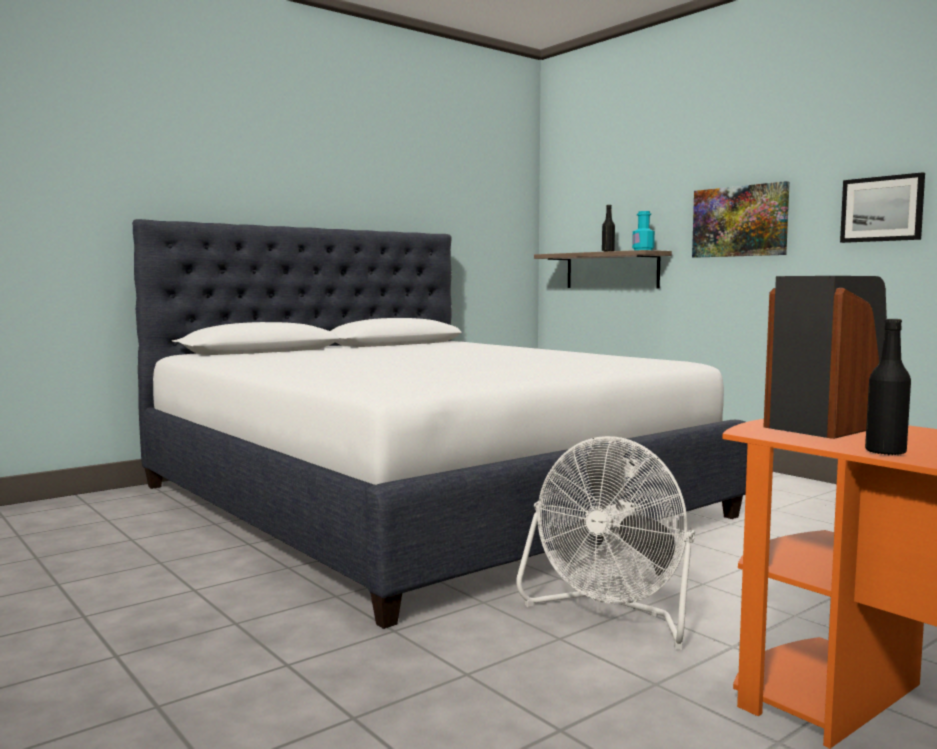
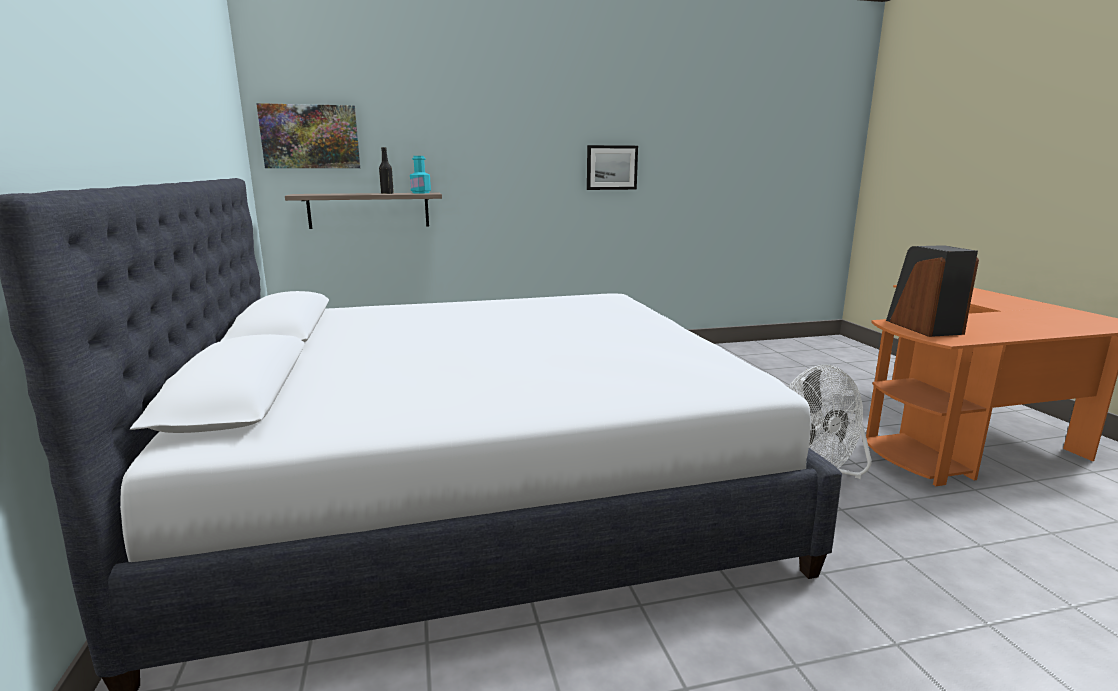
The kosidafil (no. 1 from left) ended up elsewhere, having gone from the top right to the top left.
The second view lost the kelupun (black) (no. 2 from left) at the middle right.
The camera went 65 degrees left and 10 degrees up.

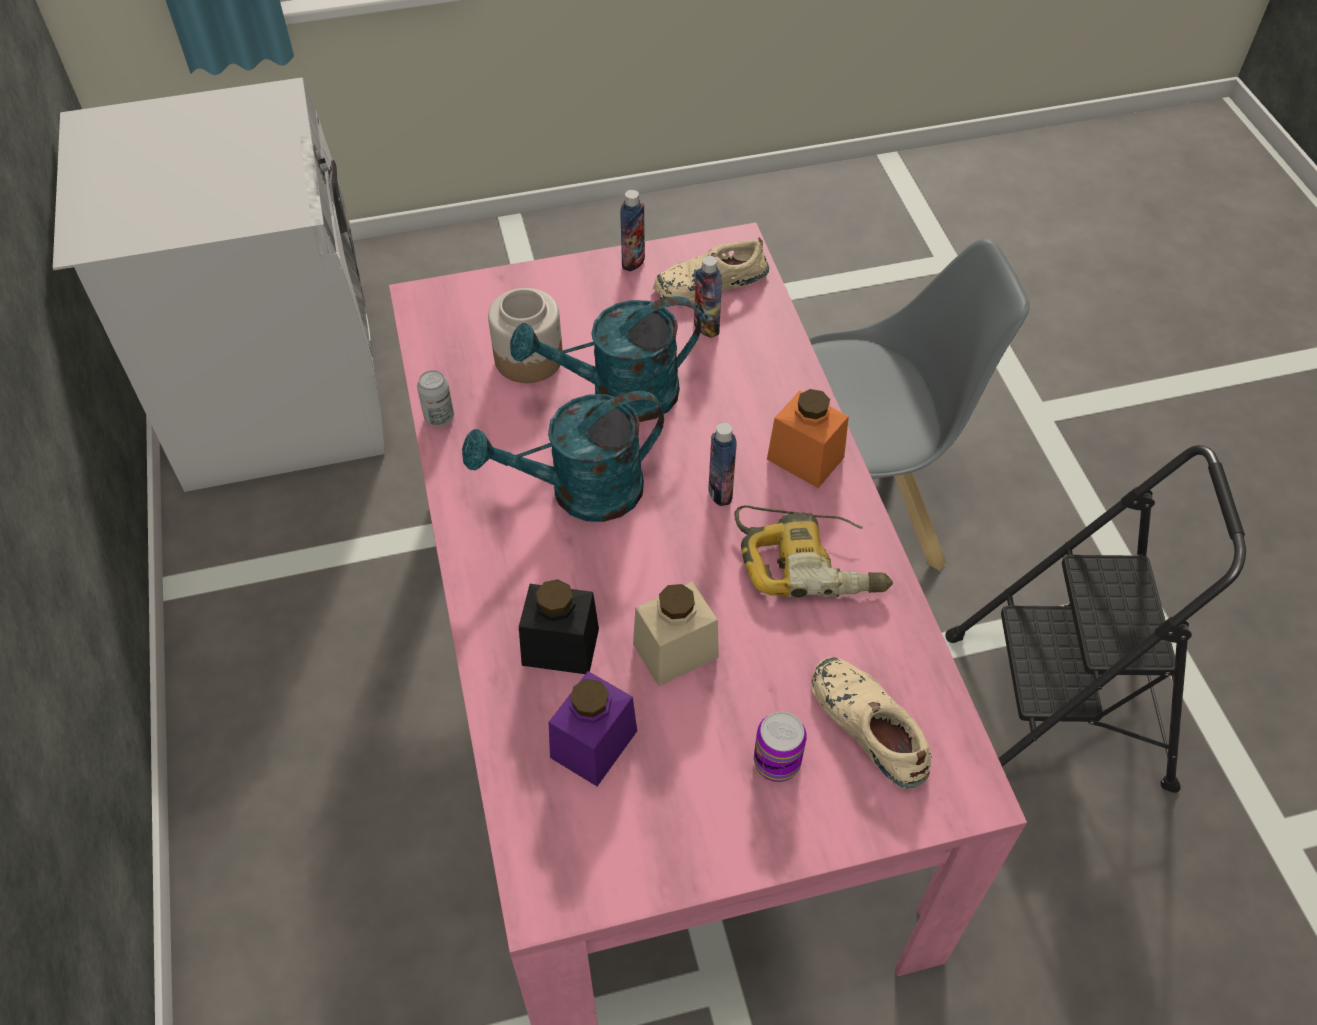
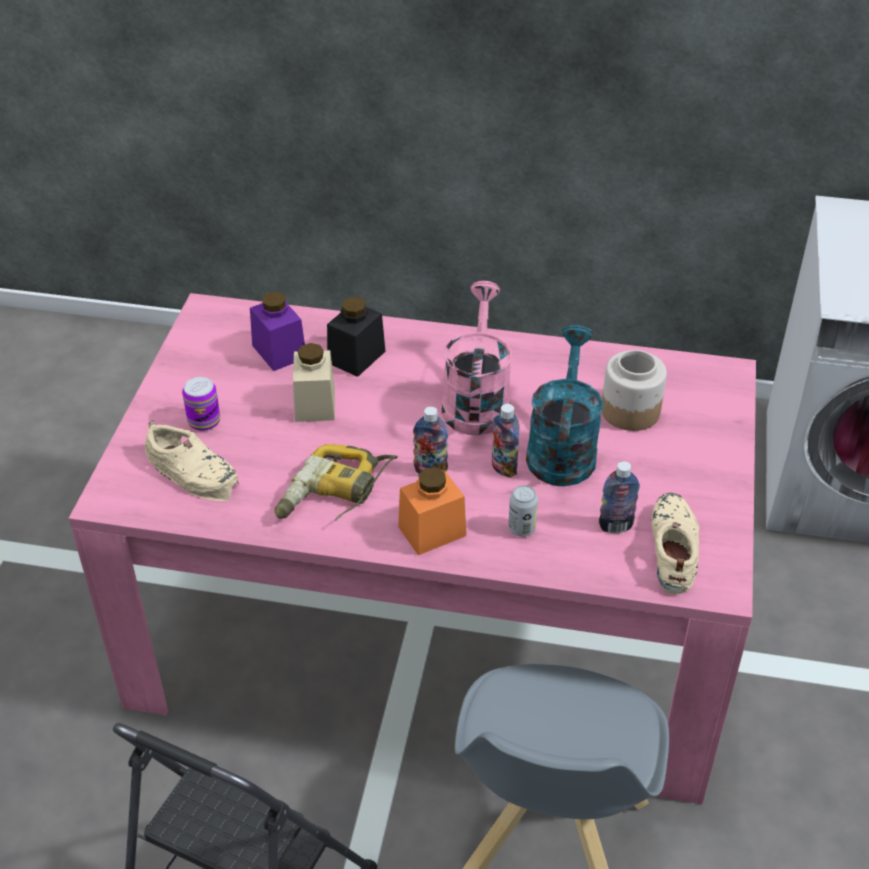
The kelupun (no. 1 from left in the first image) ended up elsewhere, having gone from the top centre to the centre.
The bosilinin (no. 1 from left in the first image) ended up elsewhere, having gone from the middle left to the centre.
What was the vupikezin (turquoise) (no. 1 from left) at the centre turned into the vupikezin (pink) at the centre.
The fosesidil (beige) (no. 2 from left in the first image) at the bottom centre ended up facing another way, 45 degrees clockwise from before.
The camera went 115 degrees right and 10 degrees down.

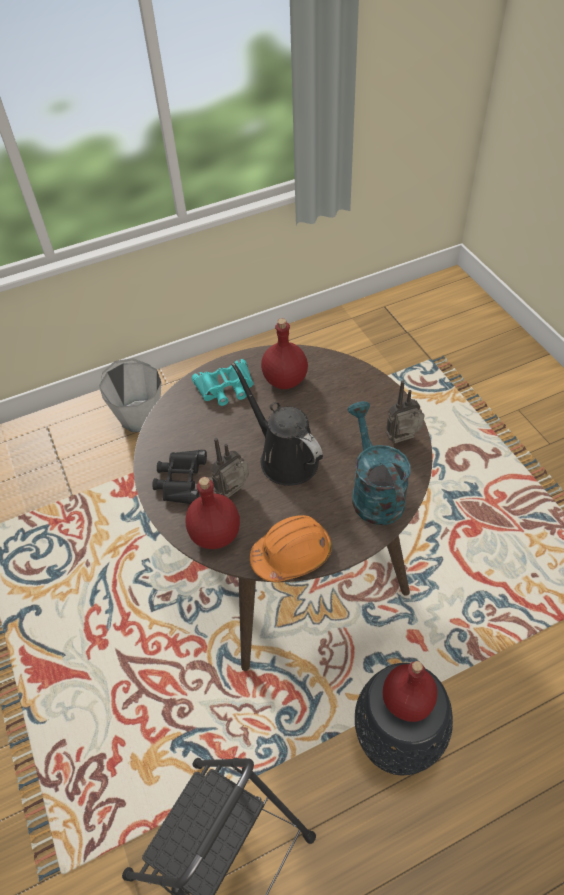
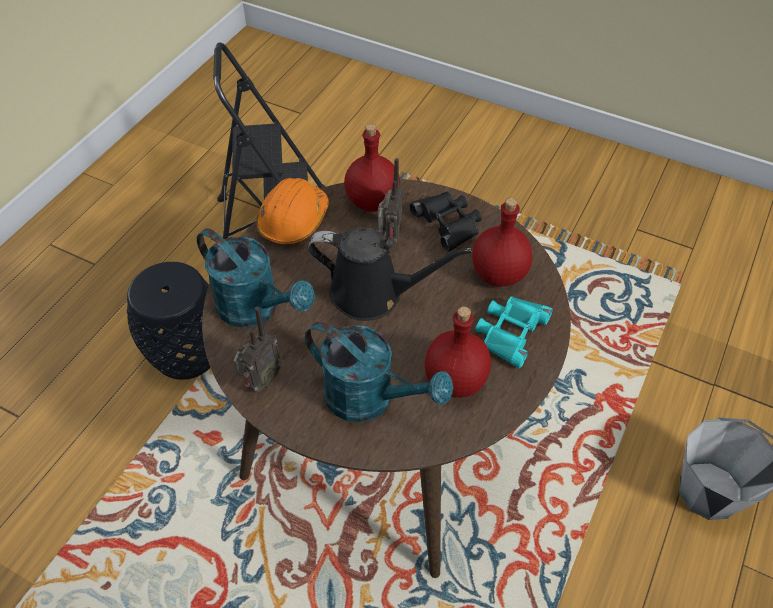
The kelupun (red) (no. 3 from left) ended up elsewhere, having gone from the bottom right to the centre.
The second view gained the vupikezin (turquoise) (no. 2 from left) at the centre.
The camera went 140 degrees right and 0 degrees up.

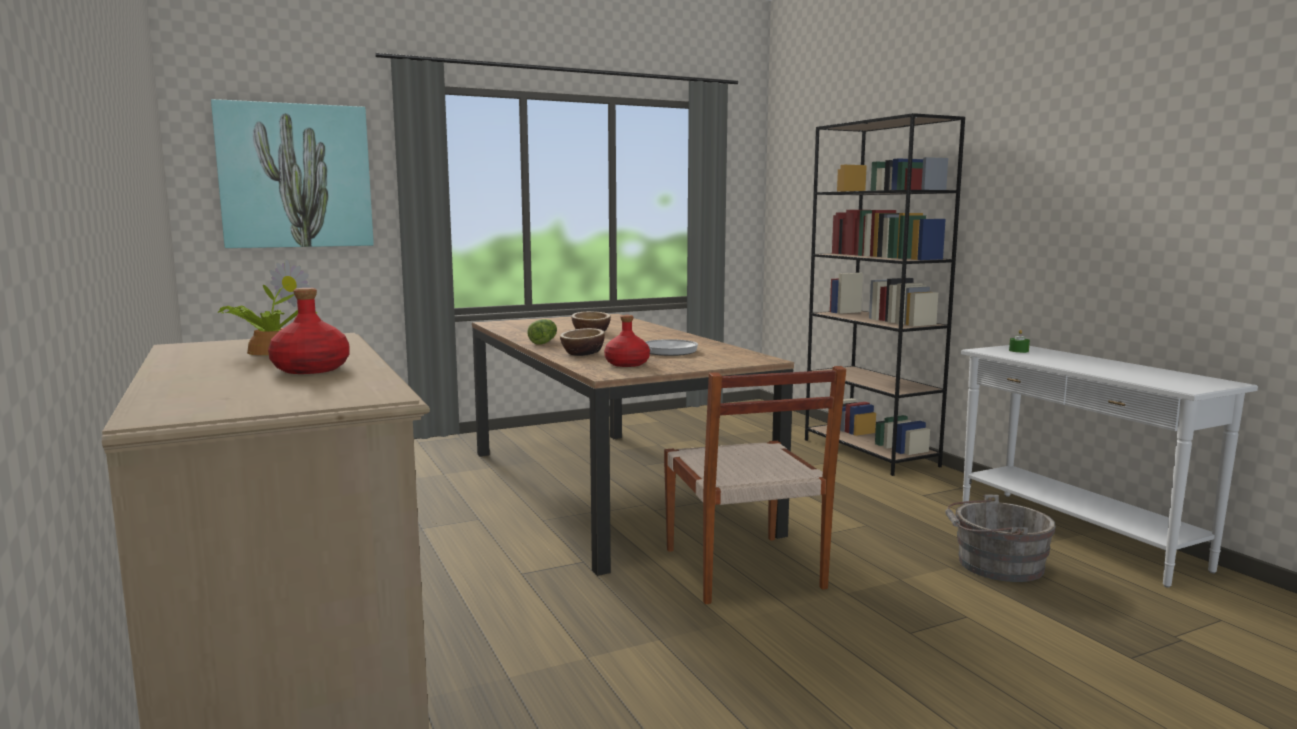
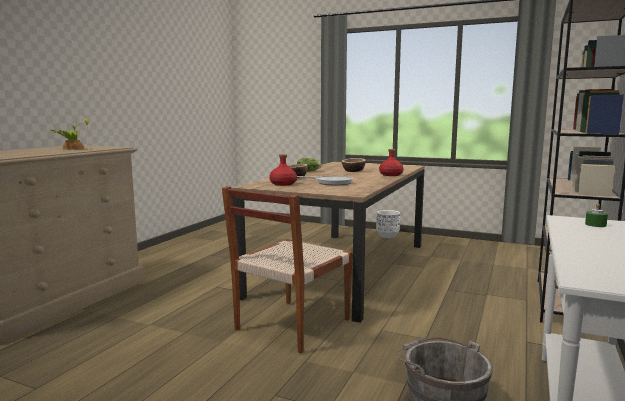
The second view lost the kosidafil at the top left.
The kelupun (red) (no. 1 from left in the first image) ended up elsewhere, having gone from the middle left to the centre.
The second view gained the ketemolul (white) at the centre.
The camera went 50 degrees right and 0 degrees up.

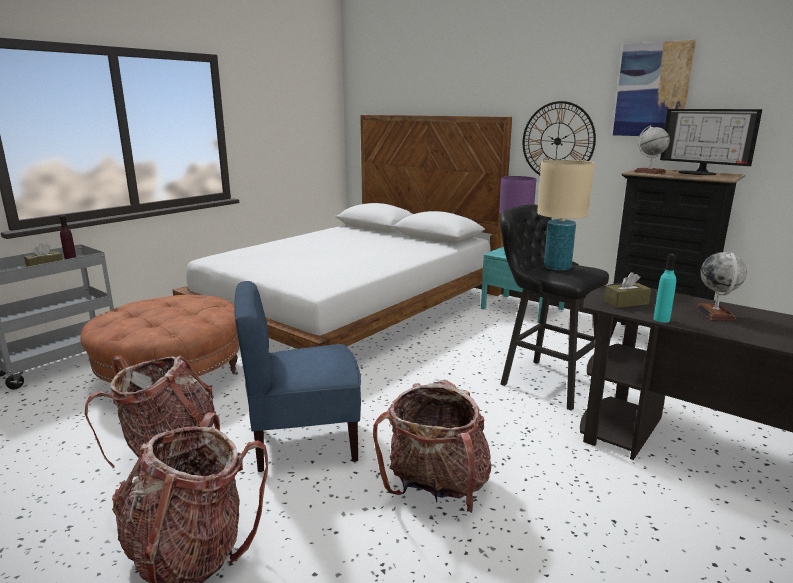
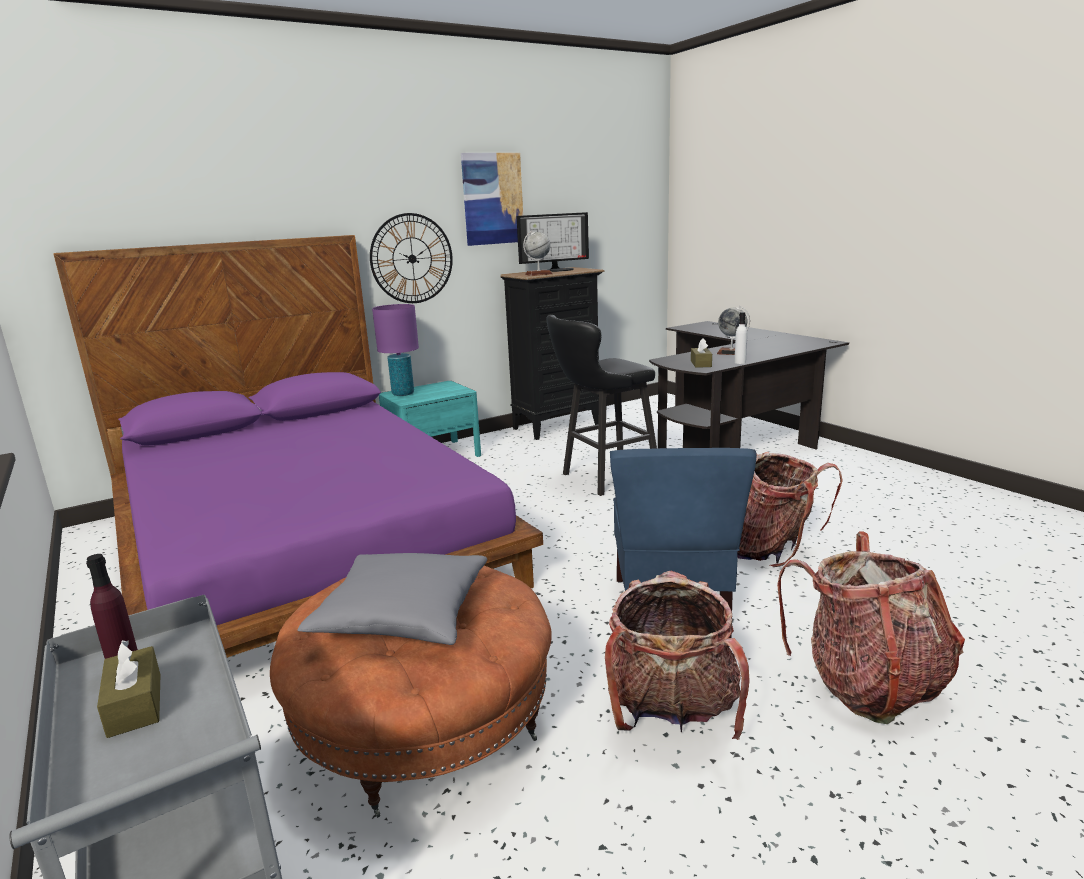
What was the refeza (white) at the centre turned into the refeza (purple) at the middle left.
The second view lost the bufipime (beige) at the middle right.
What was the kelupun (turquoise) at the middle right turned into the kelupun (white) at the middle right.
The second view gained the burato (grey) at the bottom centre.
The camera went 70 degrees left and 0 degrees up.

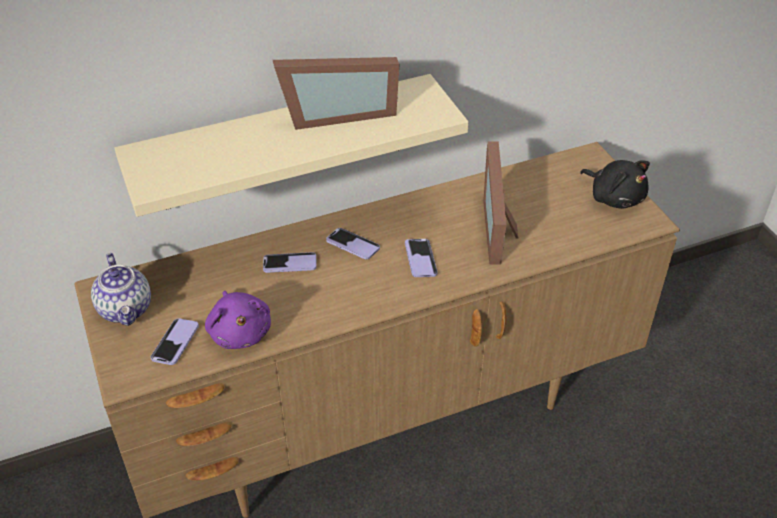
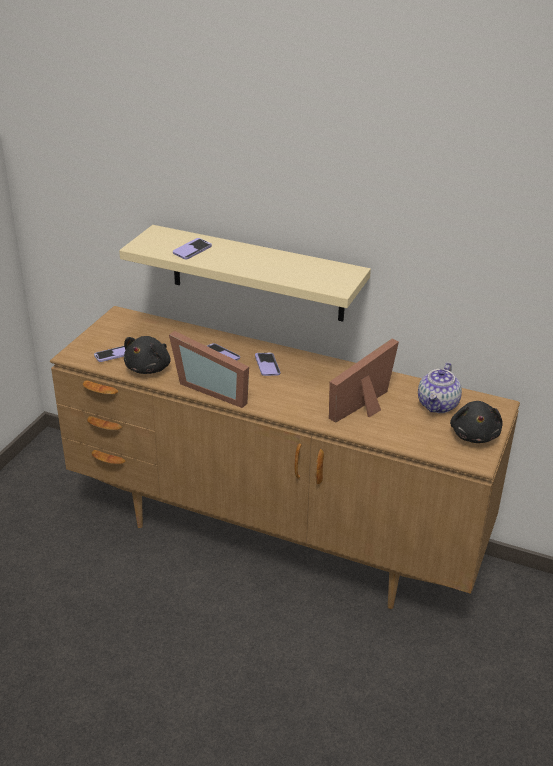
The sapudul (no. 1 from left) ended up elsewhere, having gone from the top centre to the centre.
The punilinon (no. 4 from left in the first image) ended up elsewhere, having gone from the centre to the top centre.
The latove ended up elsewhere, having gone from the middle left to the middle right.
What was the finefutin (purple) at the middle left turned into the finefutin (black) (no. 1 from left) at the middle left.
The camera went 45 degrees right and 10 degrees down.

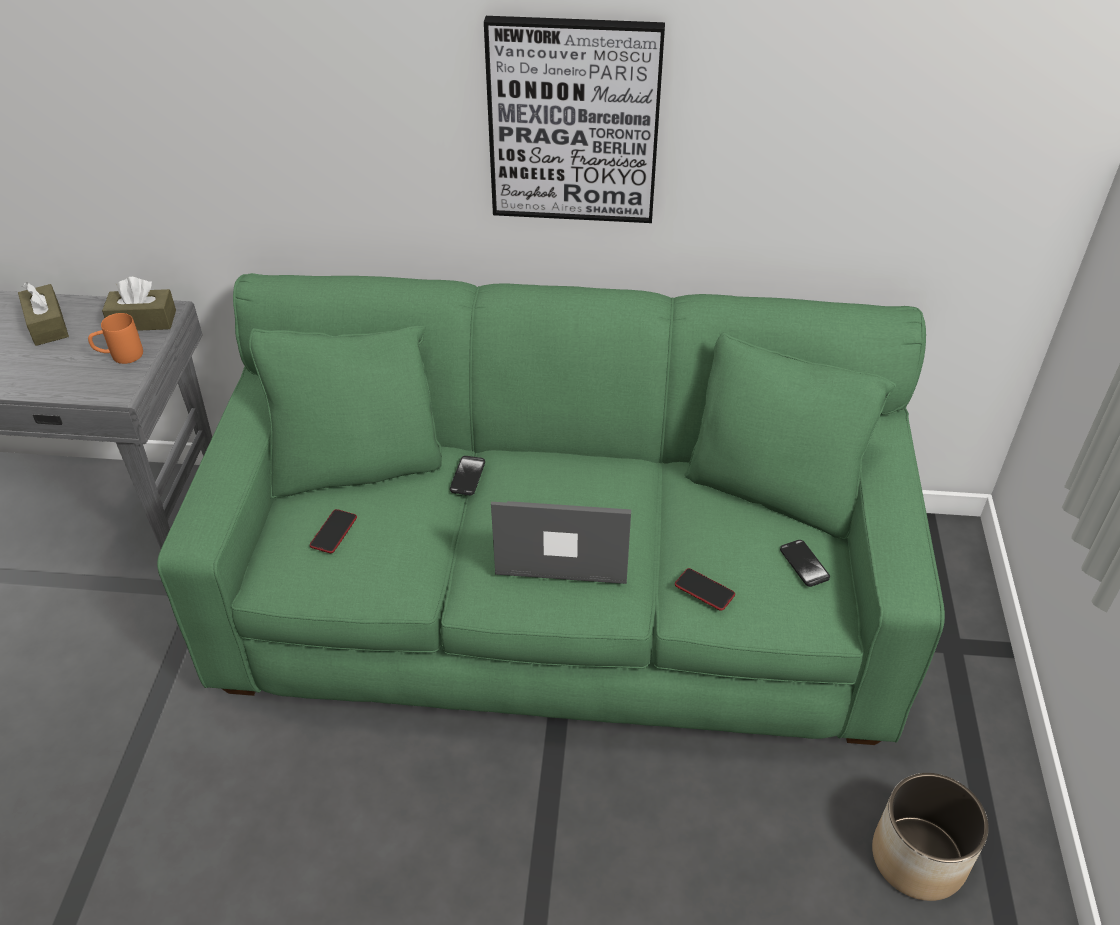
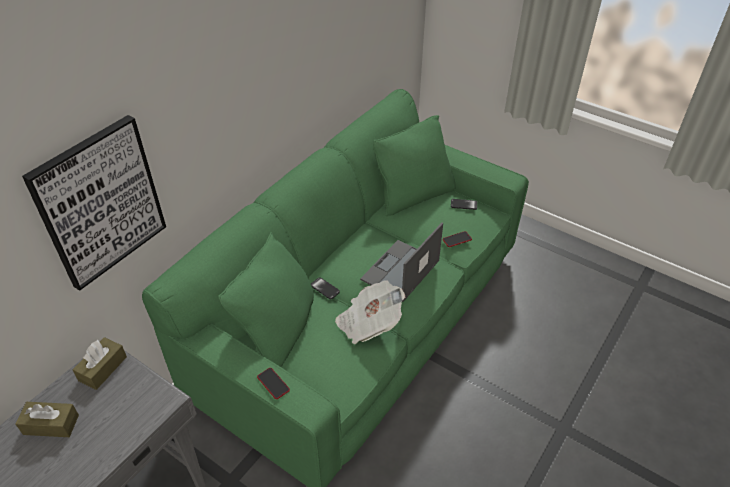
The kosidafil ended up elsewhere, having gone from the top centre to the middle left.
The second view lost the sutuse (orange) at the middle left.
The punilinon (no. 1 from left) ended up elsewhere, having gone from the middle left to the bottom centre.
The second view lost the ketemolul at the bottom right.
The second view gained the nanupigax at the centre.
The camera went 60 degrees left and 0 degrees up.

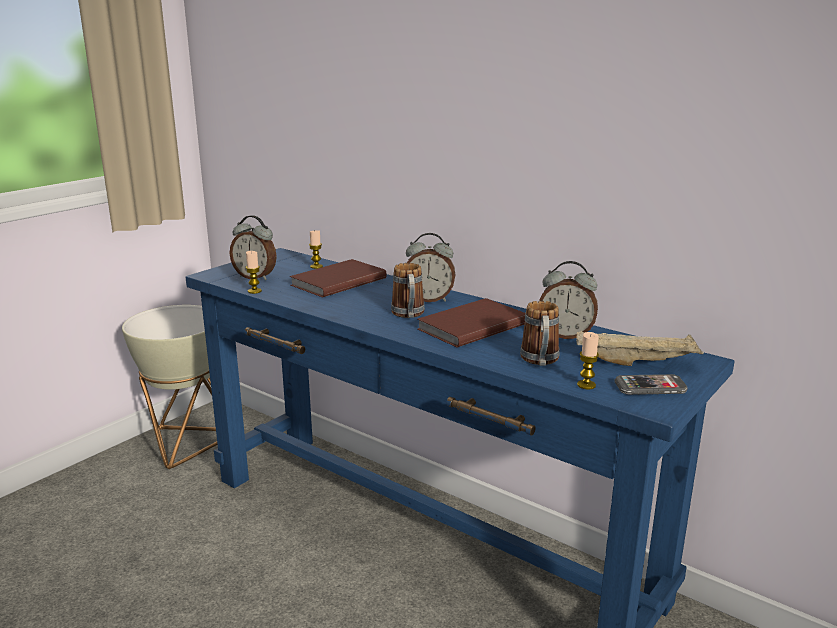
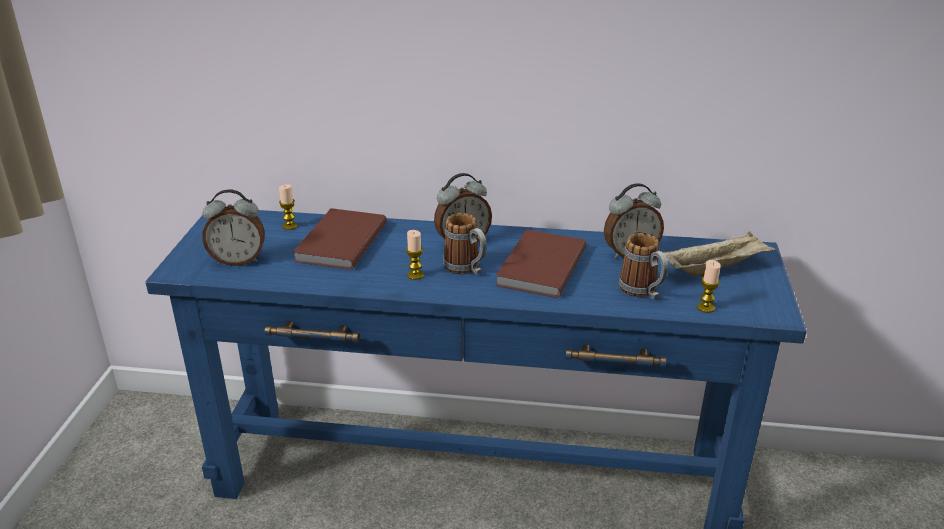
The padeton (no. 1 from left in the first image) ended up elsewhere, having gone from the middle left to the centre.
The second view lost the ketemolul at the middle left.
The second view lost the punilinon at the middle right.
The camera went 30 degrees left and 10 degrees up.

